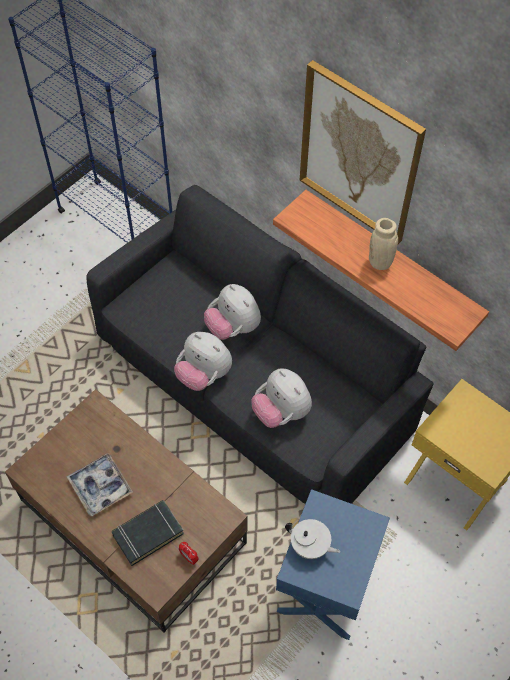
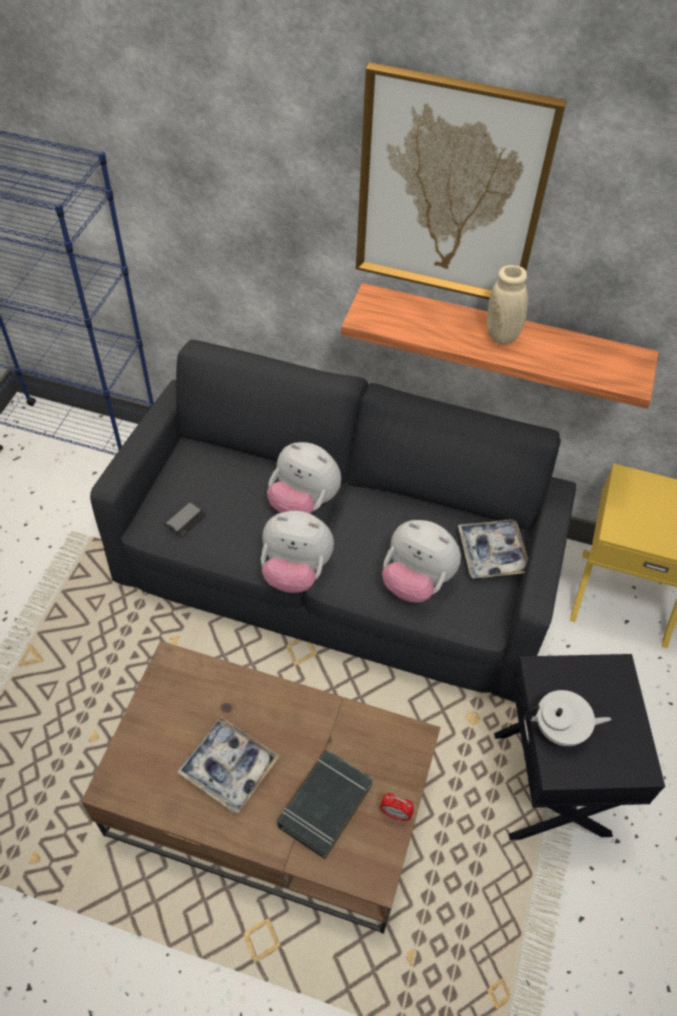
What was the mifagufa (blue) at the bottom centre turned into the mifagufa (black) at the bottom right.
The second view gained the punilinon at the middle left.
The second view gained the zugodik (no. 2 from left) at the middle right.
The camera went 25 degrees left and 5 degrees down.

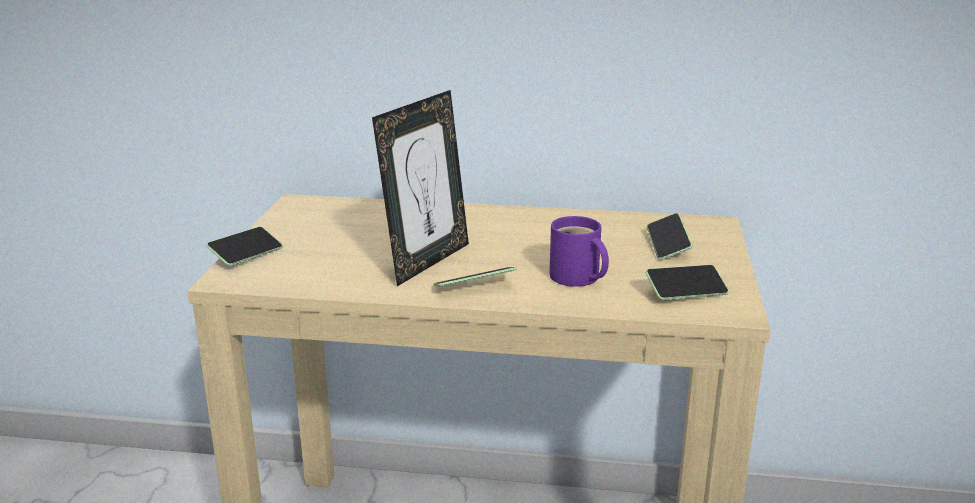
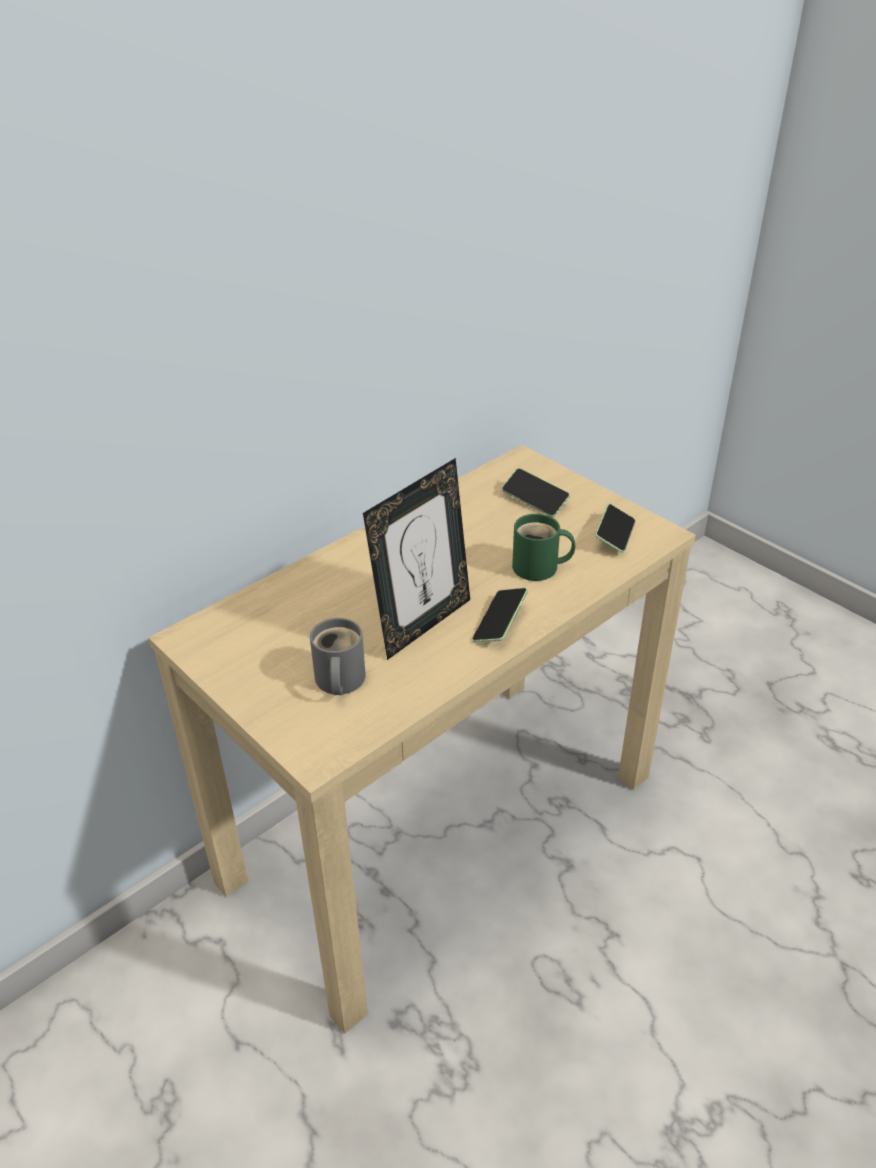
The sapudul at the centre ended up facing another way, 60 degrees clockwise from before.
What was the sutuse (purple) at the centre turned into the sutuse (green) at the centre.
The second view lost the punilinon (no. 1 from left) at the middle left.
The second view gained the sutuse (grey) at the centre.
The camera went 50 degrees left and 15 degrees up.

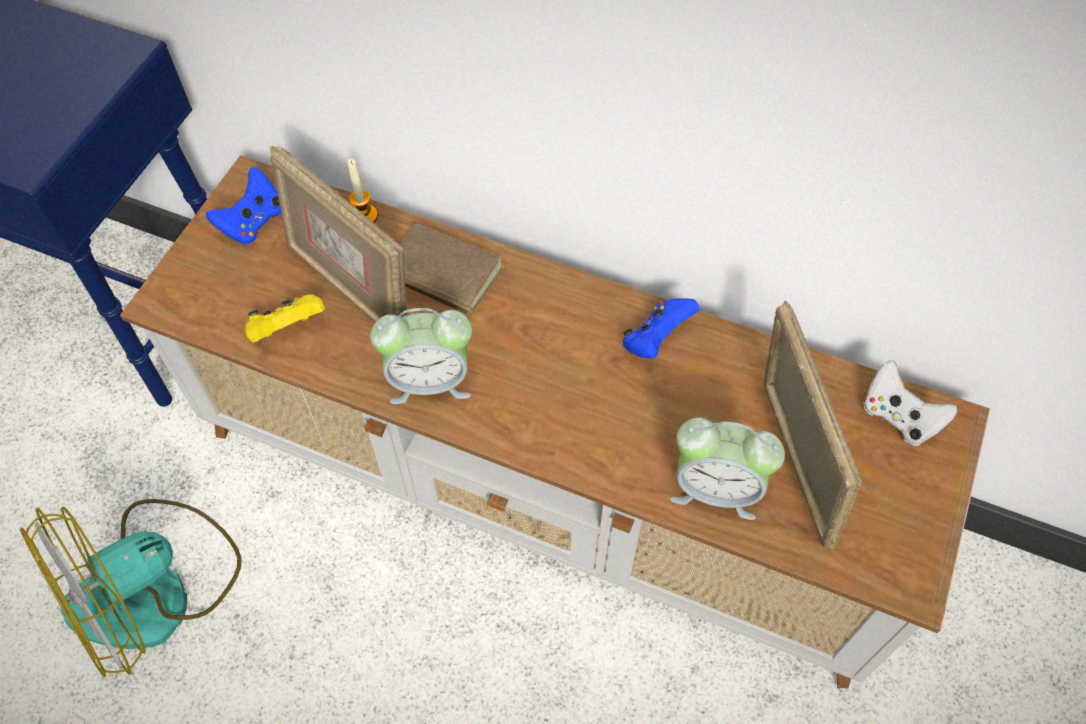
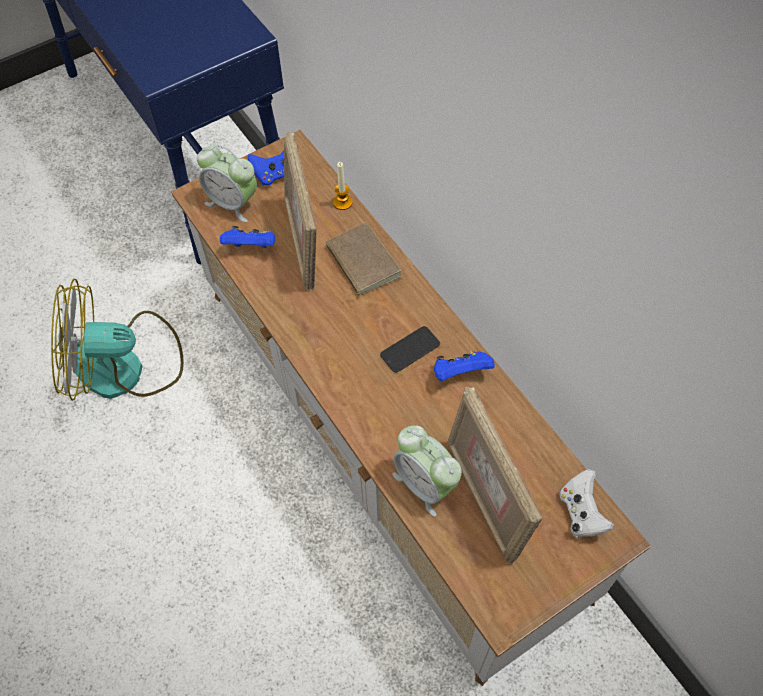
What was the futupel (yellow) at the middle left turned into the futupel (blue) (no. 1 from left) at the middle left.
The sapudul (no. 2 from left) at the middle right ended up facing another way, 135 degrees clockwise from before.
The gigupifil (no. 1 from left) ended up elsewhere, having gone from the centre to the top left.
The second view gained the punilinon at the centre.
The camera went 35 degrees right and 0 degrees up.

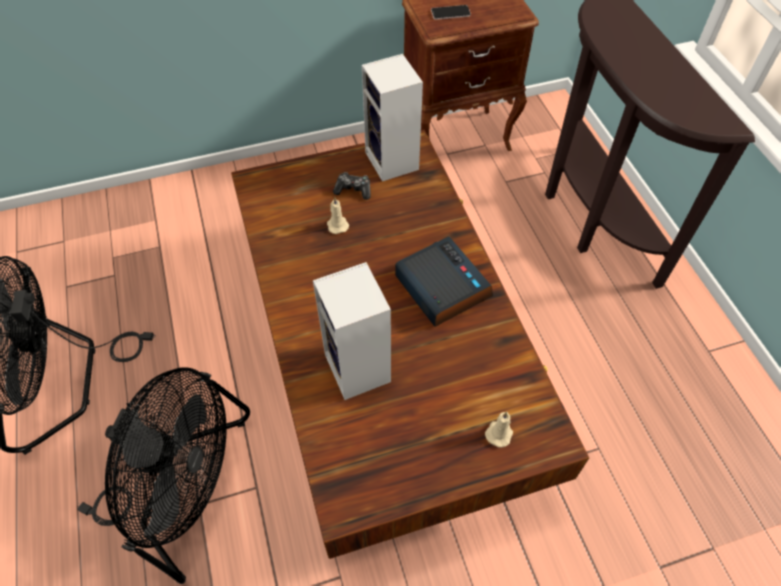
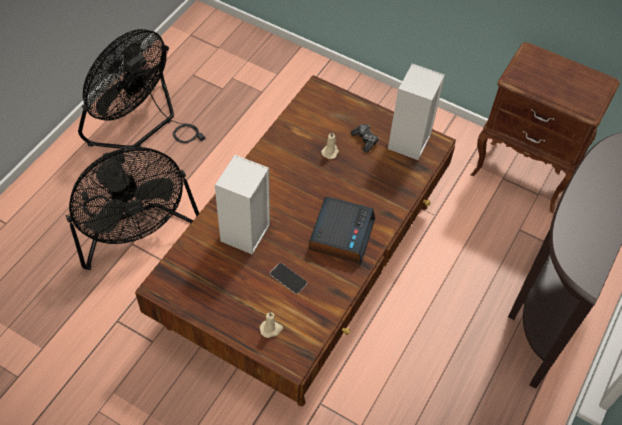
The punilinon ended up elsewhere, having gone from the top centre to the centre.
The camera went 45 degrees right and 0 degrees up.

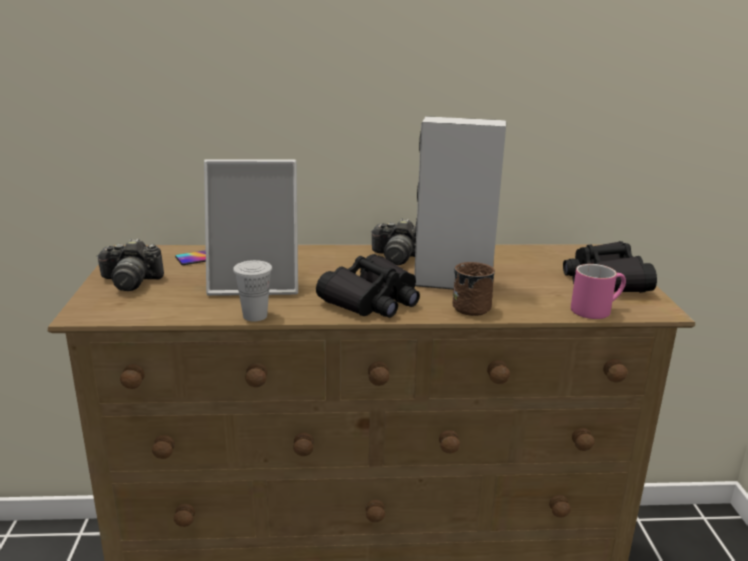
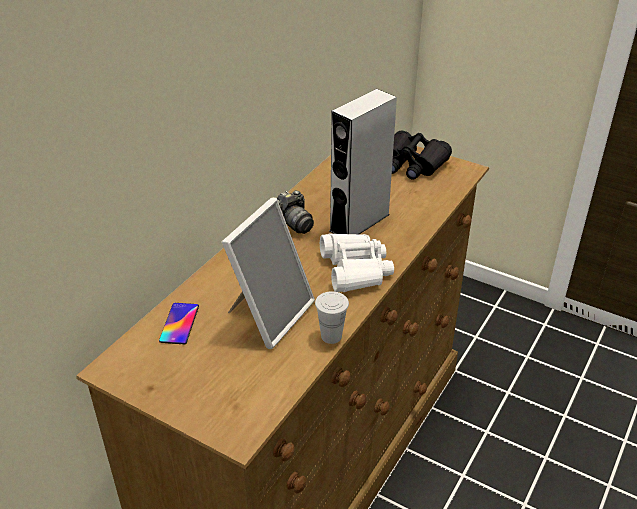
The second view lost the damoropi (no. 1 from left) at the middle left.
What was the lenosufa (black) (no. 1 from left) at the centre turned into the lenosufa (white) at the centre.
The second view lost the sutuse (brown) at the centre.
The second view lost the sutuse (pink) at the middle right.
The camera went 55 degrees left and 15 degrees up.

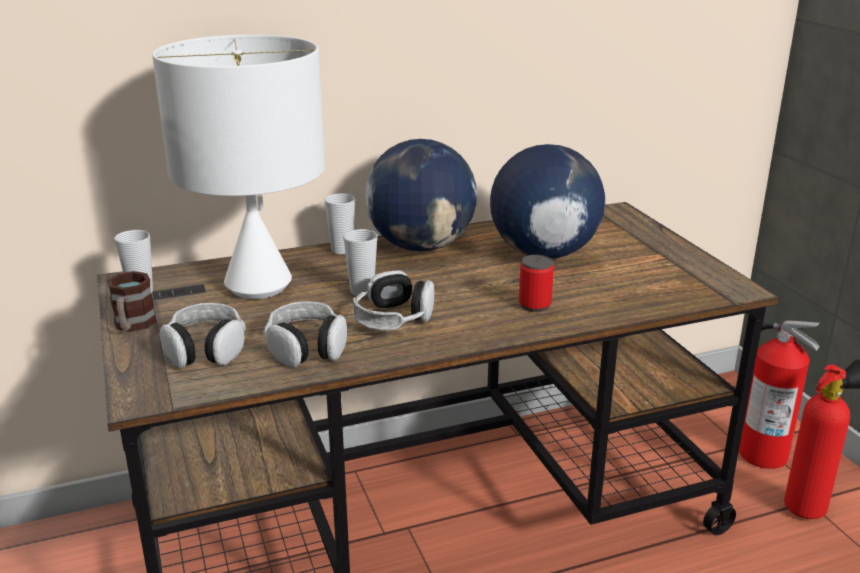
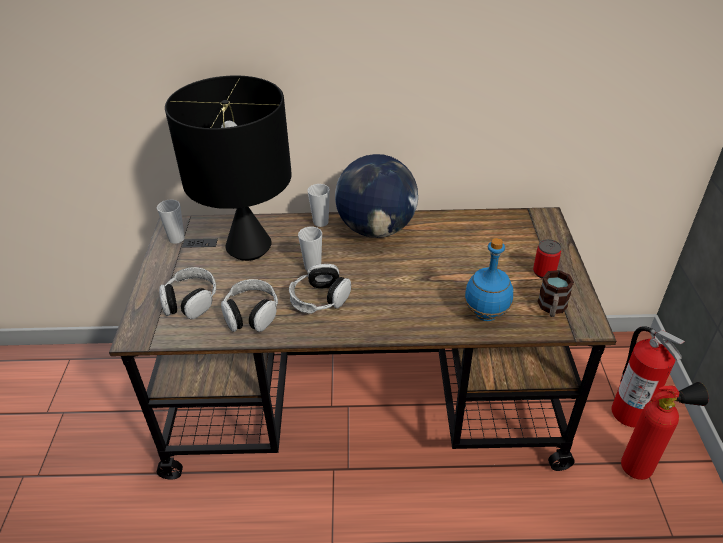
What was the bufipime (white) at the top left turned into the bufipime (black) at the top left.
The second view lost the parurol (no. 2 from left) at the centre.
The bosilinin ended up elsewhere, having gone from the centre to the middle right.
The sutuse ended up elsewhere, having gone from the middle left to the middle right.
The second view gained the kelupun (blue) at the middle right.
The camera went 20 degrees right and 15 degrees up.

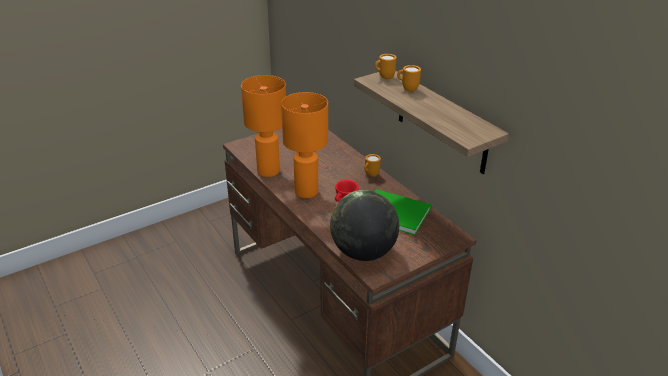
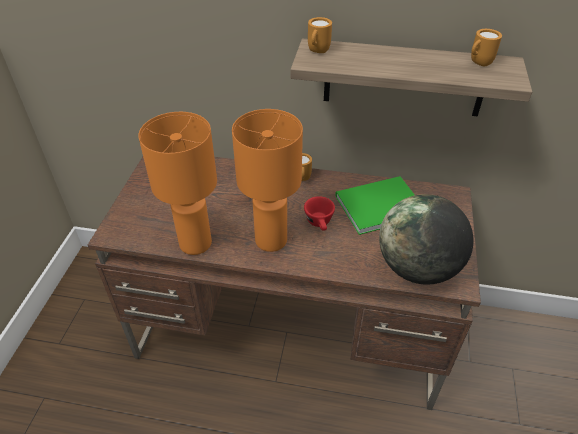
The sutuse (orange) (no. 3 from left) ended up elsewhere, having gone from the top centre to the top right.
The camera went 45 degrees left and 10 degrees up.

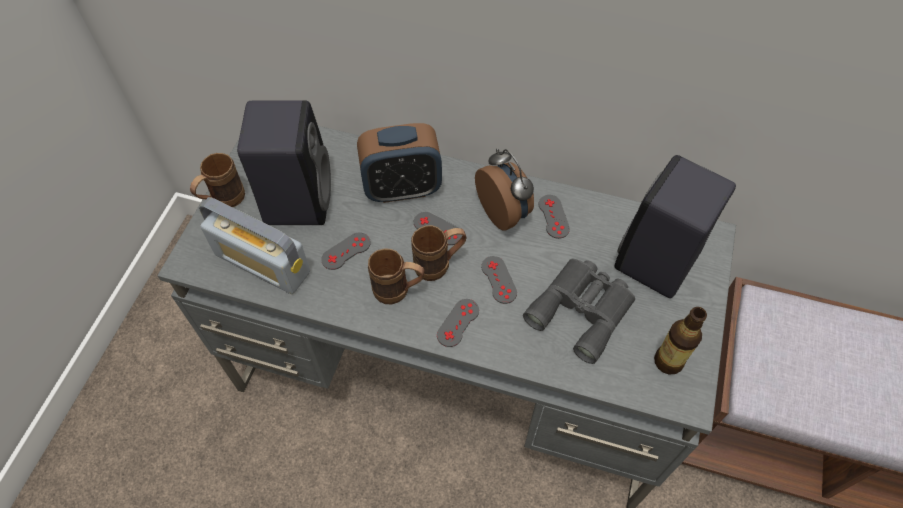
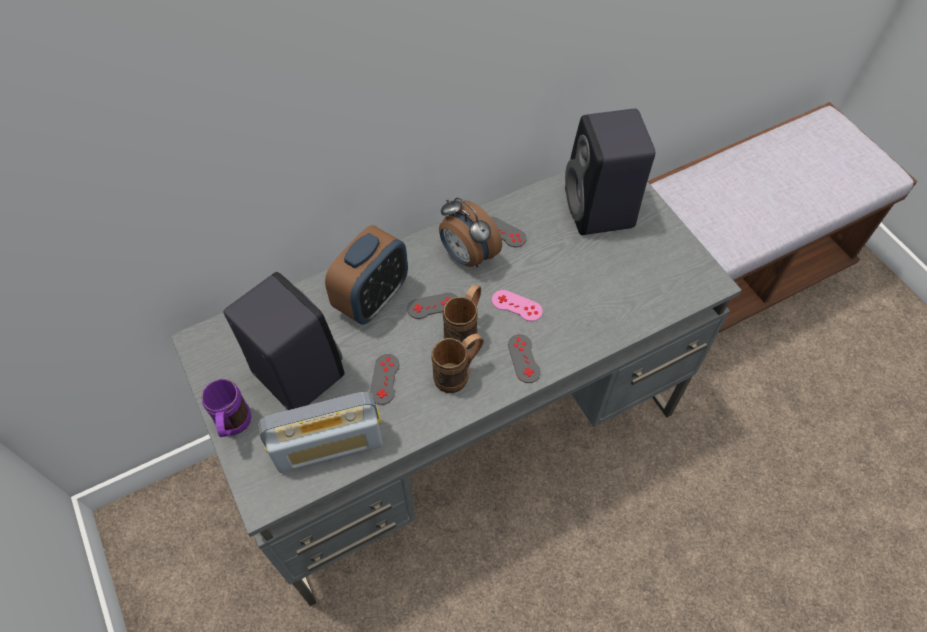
The gigupifil (no. 2 from left) at the centre ended up facing another way, 150 degrees counterclockwise from before.
What was the sutuse (brown) (no. 1 from left) at the middle left turned into the sutuse (purple) at the middle left.
What was the futupel (grey) (no. 4 from left) at the centre turned into the futupel (pink) at the centre.
The second view lost the lenosufa (grey) at the centre.
The second view lost the kelupun at the bottom right.
The camera went 45 degrees left and 0 degrees up.

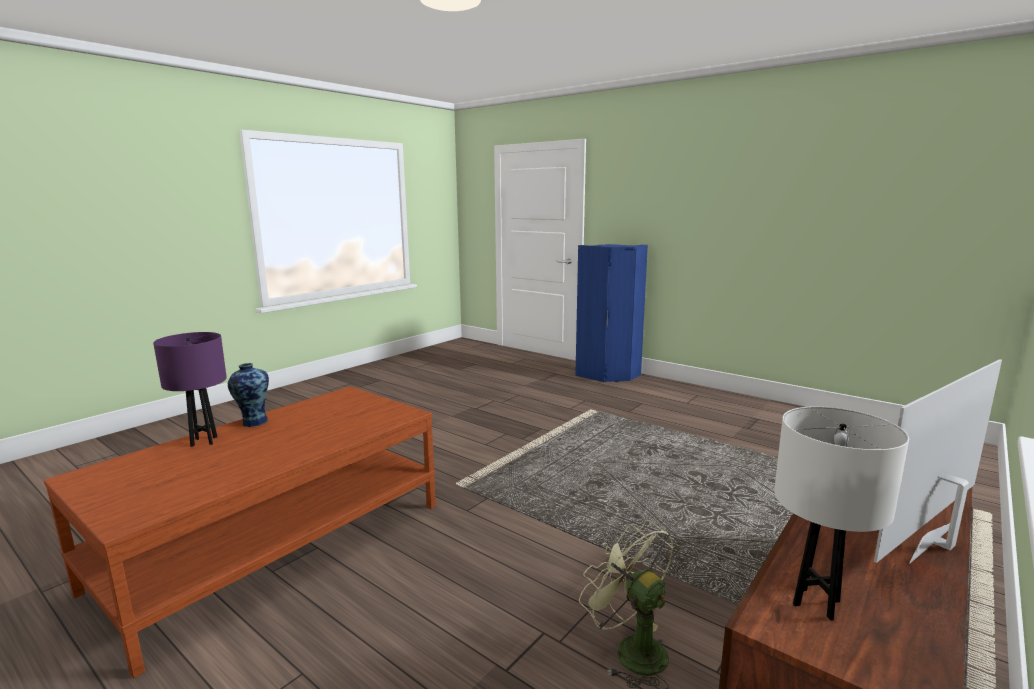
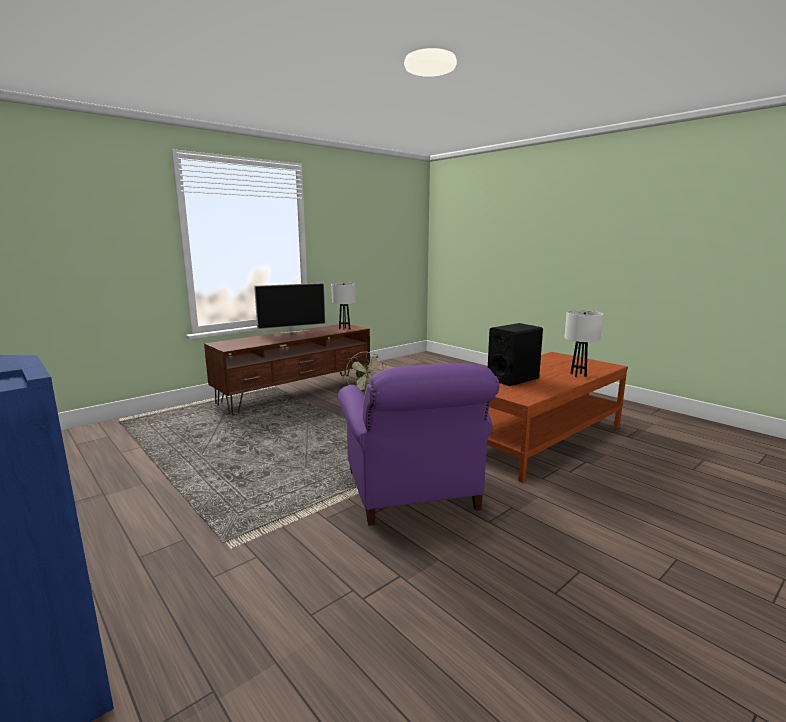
What was the bufipime (purple) at the middle left turned into the bufipime (white) (no. 2 from left) at the middle right.
The second view lost the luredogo at the middle left.
The second view gained the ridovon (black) at the centre.
The second view gained the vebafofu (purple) at the centre.
The camera went 170 degrees left and 0 degrees up.

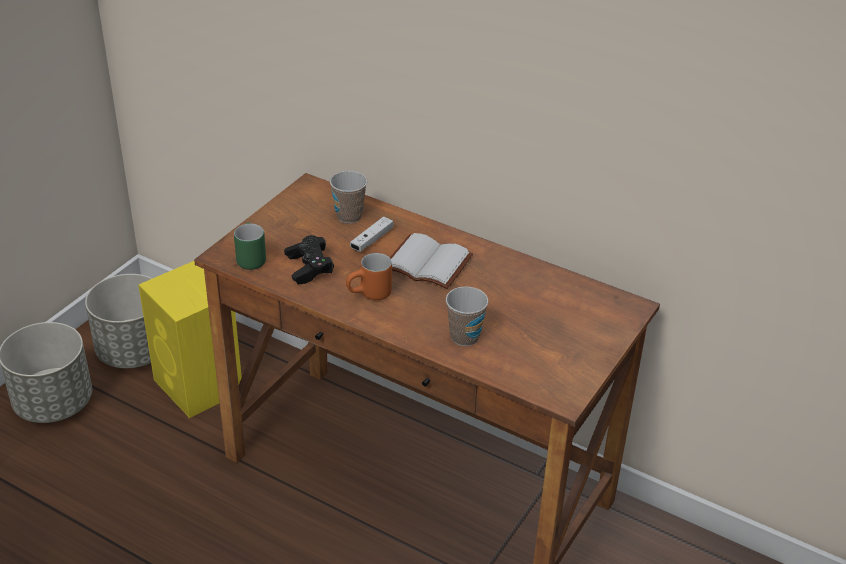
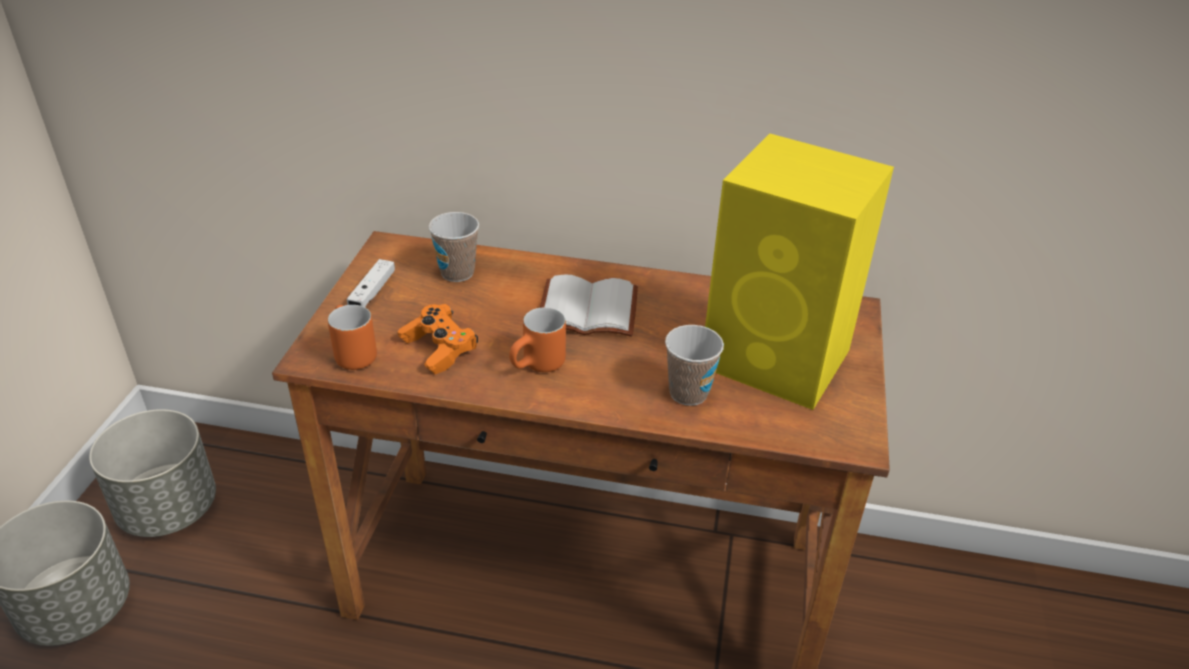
The futupel (white) ended up elsewhere, having gone from the centre to the middle left.
What was the sutuse (green) at the middle left turned into the sutuse (orange) (no. 1 from left) at the middle left.
What was the futupel (black) at the centre turned into the futupel (orange) at the centre.
The ridovon (yellow) ended up elsewhere, having gone from the middle left to the middle right.
The camera went 20 degrees left and 0 degrees up.

